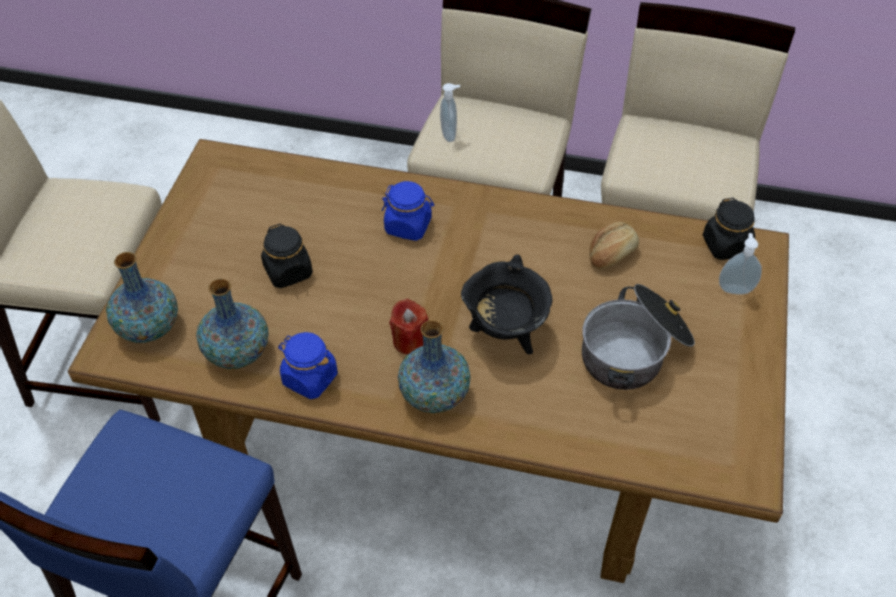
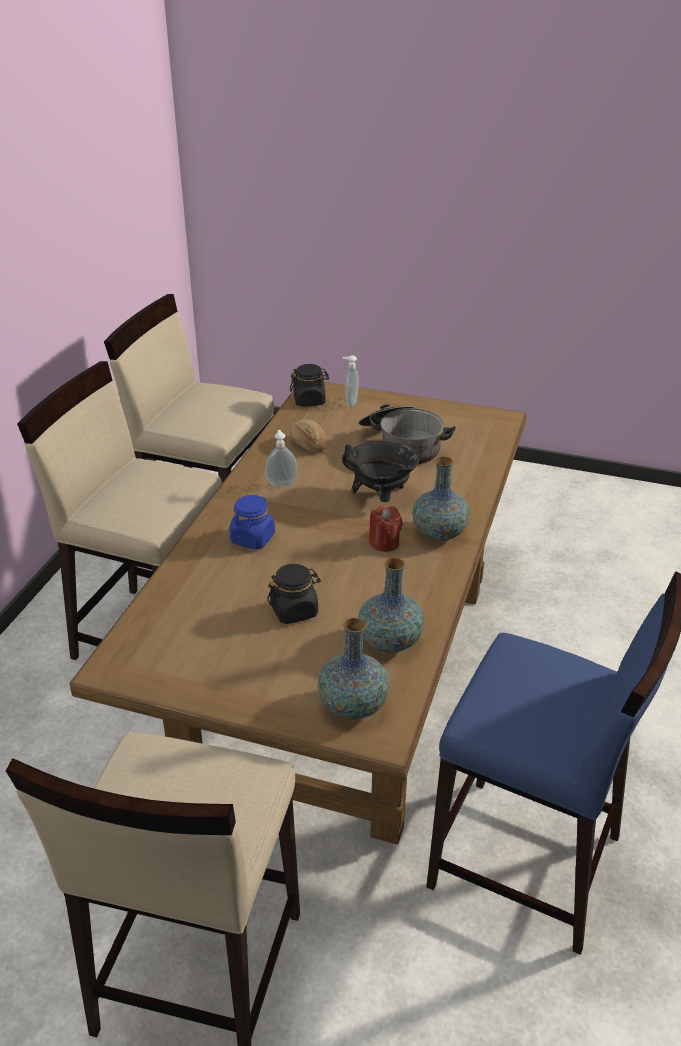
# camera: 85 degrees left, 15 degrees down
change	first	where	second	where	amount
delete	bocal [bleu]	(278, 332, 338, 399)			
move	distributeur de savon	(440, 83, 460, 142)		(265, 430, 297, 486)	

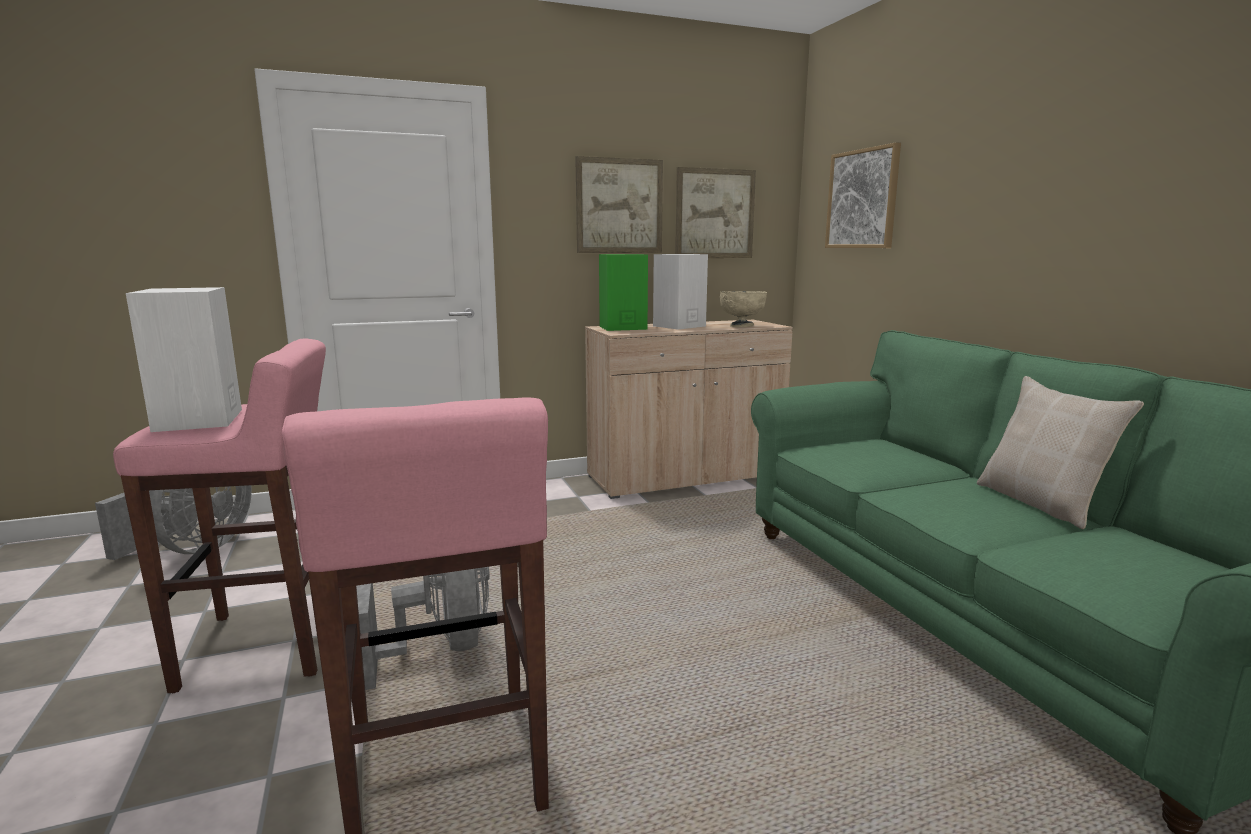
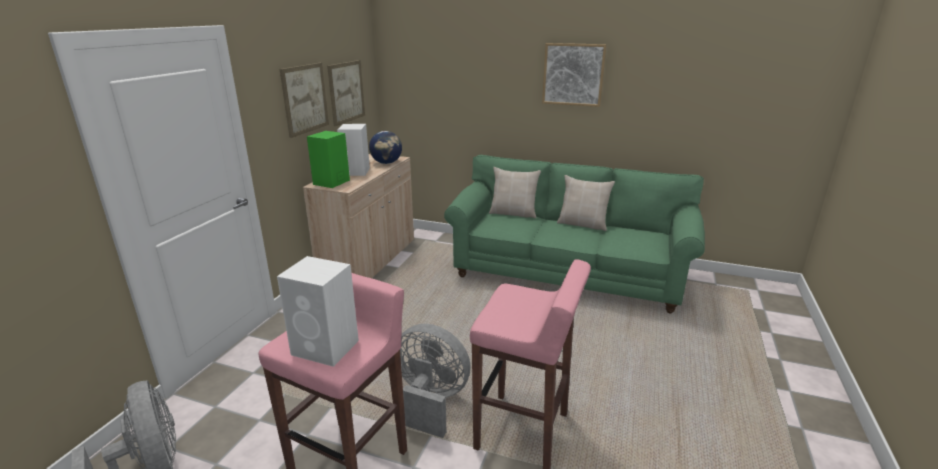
# camera: 50 degrees left, 10 degrees up
change	first	where	second	where	amount
replace	bol [beige]	(720, 291, 767, 327)	globe	(369, 131, 402, 164)	
move	tableau	(825, 142, 901, 248)		(542, 43, 607, 107)	
insert			coussin [beige]	(489, 167, 541, 218)	

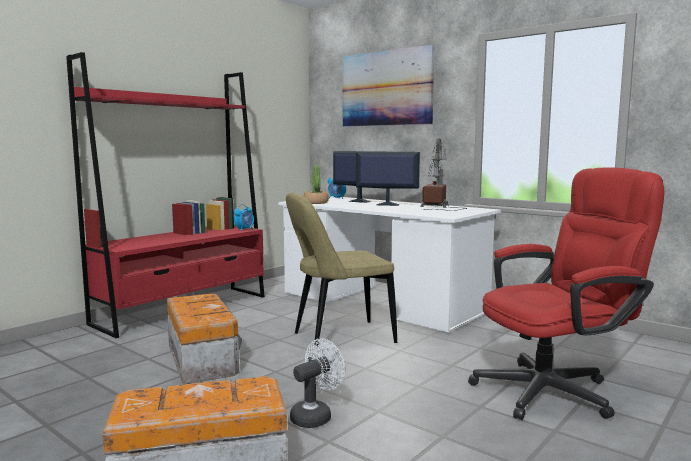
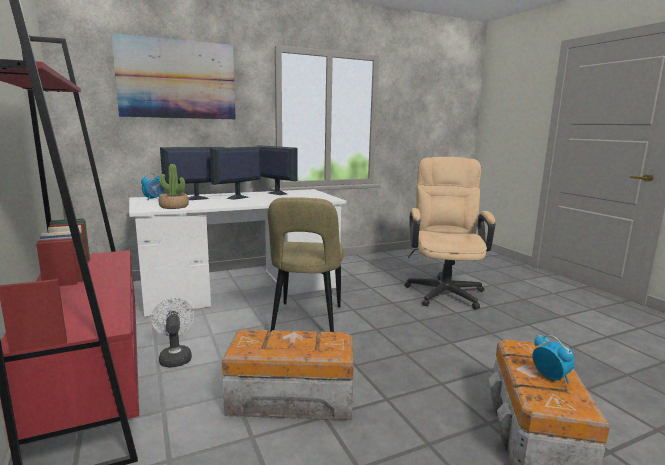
# camera: 65 degrees left, 5 degrees up
change	first	where	second	where	amount
move	réveil	(234, 204, 254, 231)		(532, 335, 574, 384)	
move	ventilateur [blanc]	(290, 338, 345, 428)		(151, 298, 194, 368)	
replace	lampe de table	(420, 138, 467, 211)	écran d'ordinateur	(257, 145, 298, 195)	
recolor	chaise de bureau [rouge]	(468, 167, 665, 420)	chaise de bureau [beige]	(404, 157, 495, 310)	

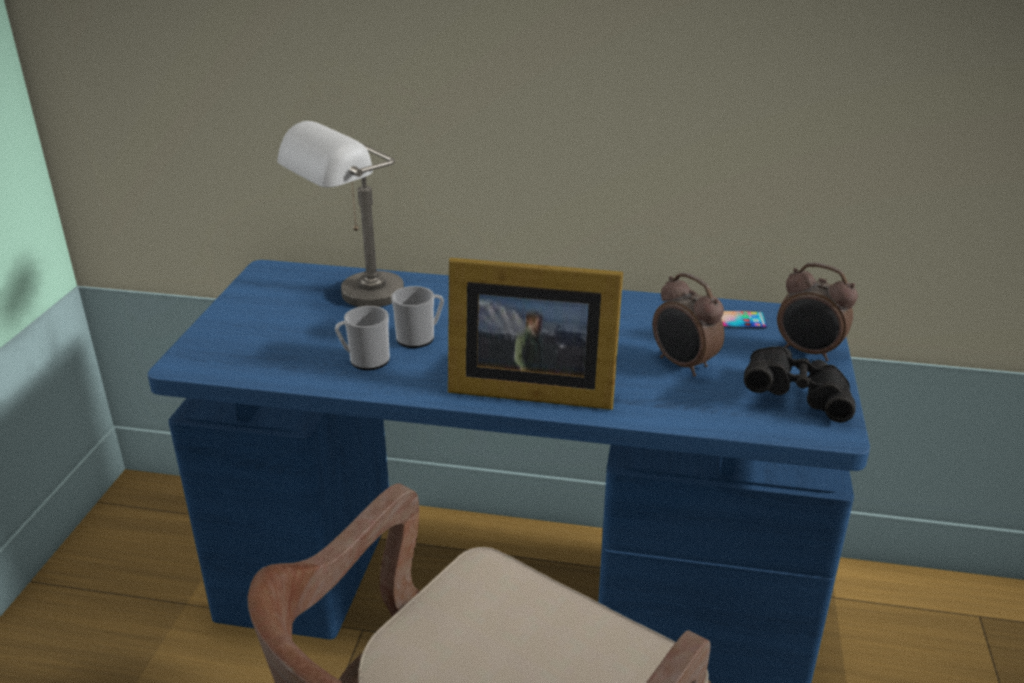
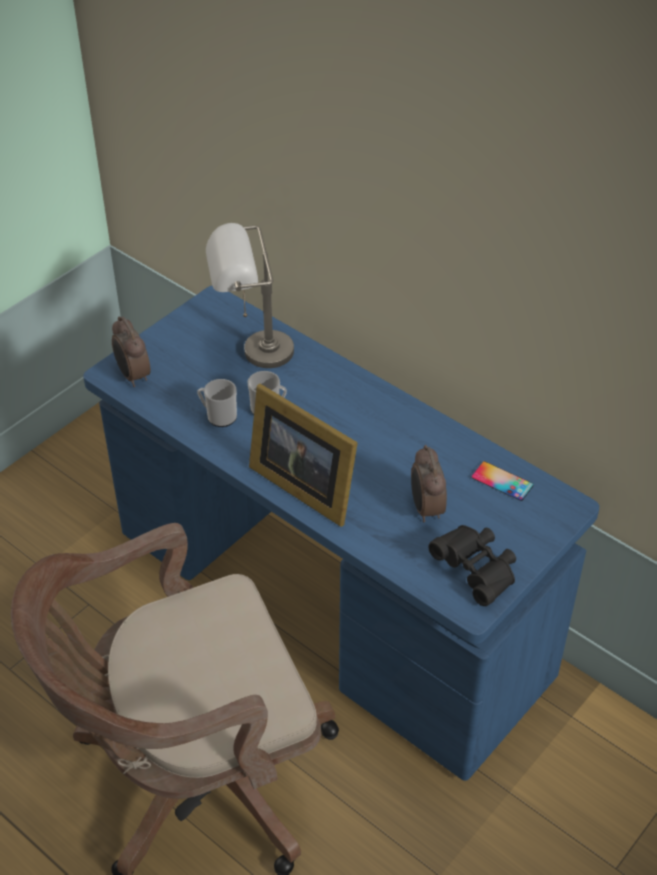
# camera: 30 degrees right, 15 degrees up
change	first	where	second	where	amount
move	réveil	(777, 263, 858, 361)		(112, 316, 151, 387)	

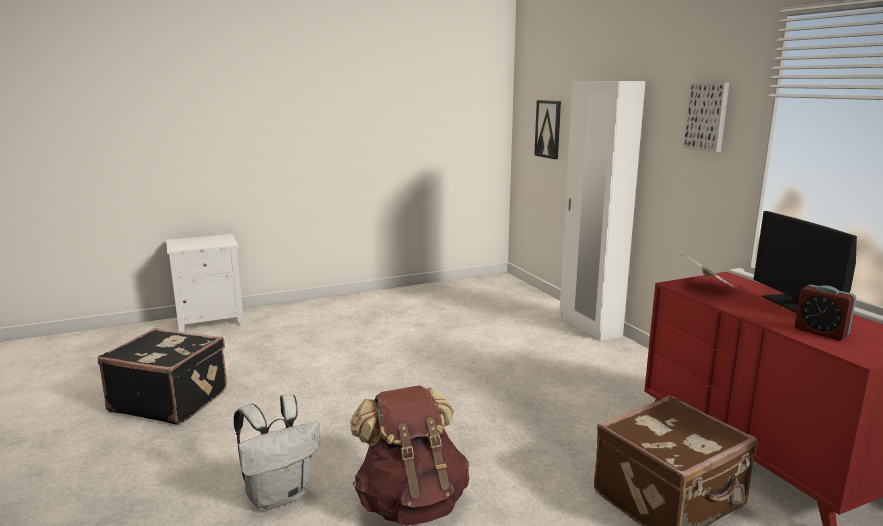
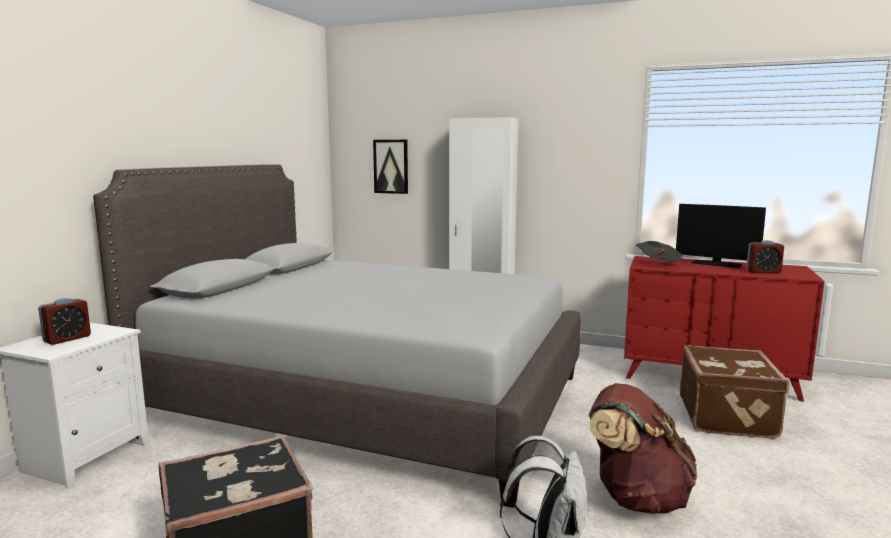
# camera: 45 degrees left, 5 degrees down
change	first	where	second	where	amount
delete	tableau	(683, 83, 729, 152)			
insert			réveil	(38, 298, 91, 345)	
insert			lit [gris]	(93, 164, 581, 508)	

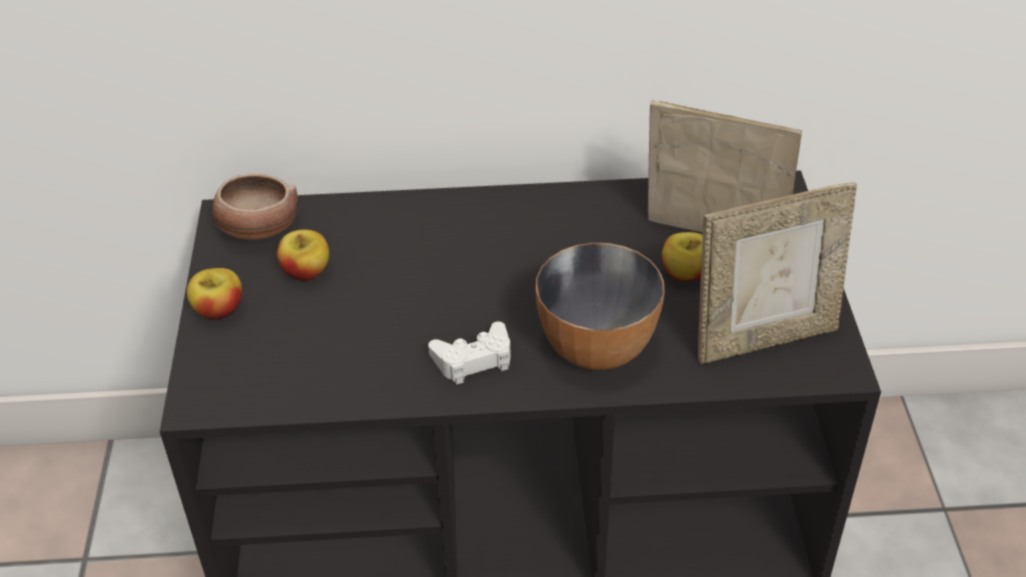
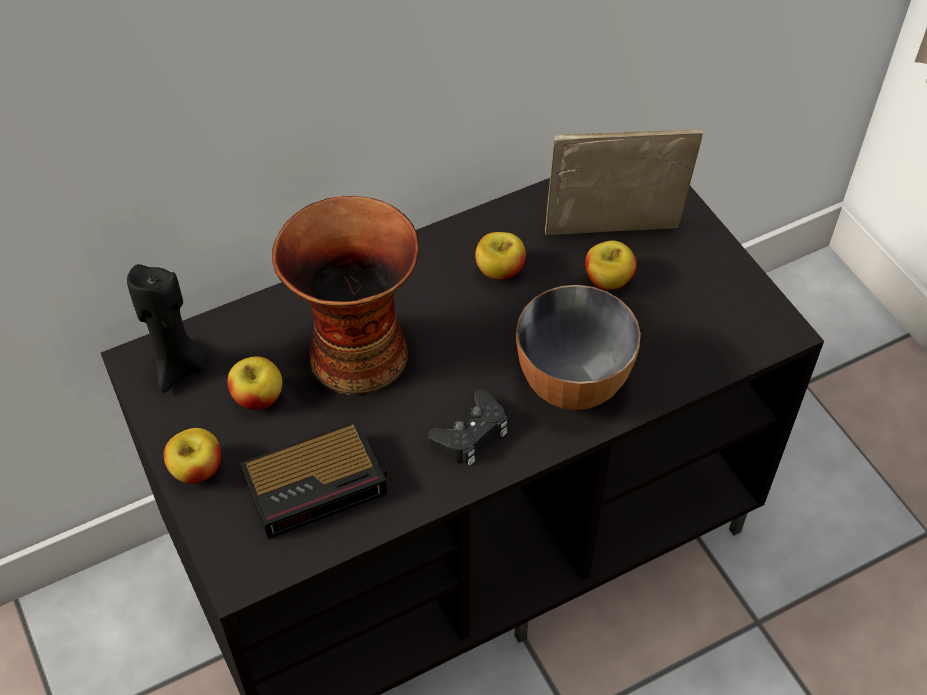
# camera: 25 degrees left, 10 degrees up
change	first	where	second	where	amount
replace	bol	(212, 174, 298, 240)	bougie [noir]	(127, 264, 208, 393)	
recolor	manette [blanc]	(428, 321, 511, 385)	manette [noir]	(428, 389, 508, 465)	
delete	cadre photo	(698, 183, 857, 364)			
insert			réveil	(240, 420, 387, 539)	
insert			vase	(272, 196, 420, 395)	
insert			pomme	(475, 232, 526, 280)	

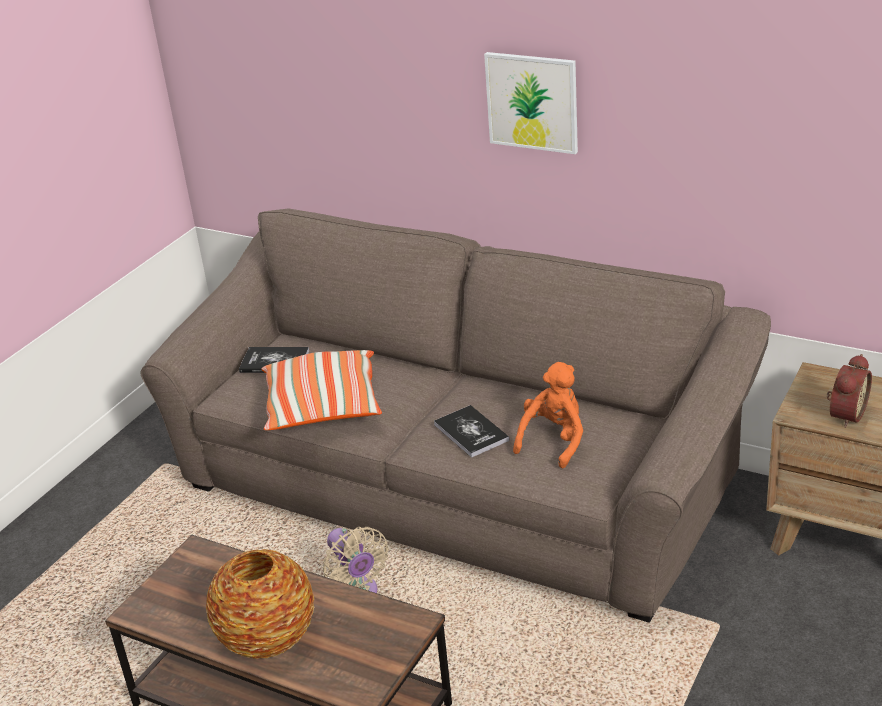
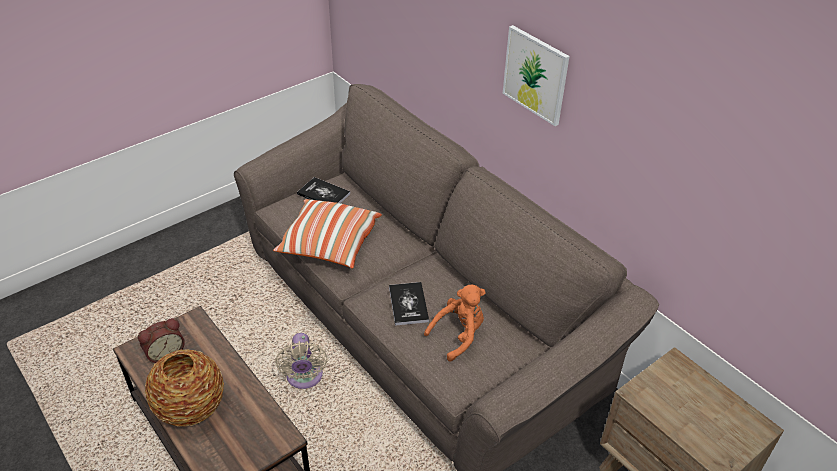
# camera: 20 degrees right, 10 degrees up
change	first	where	second	where	amount
move	réveil	(827, 354, 872, 428)		(138, 318, 185, 363)	

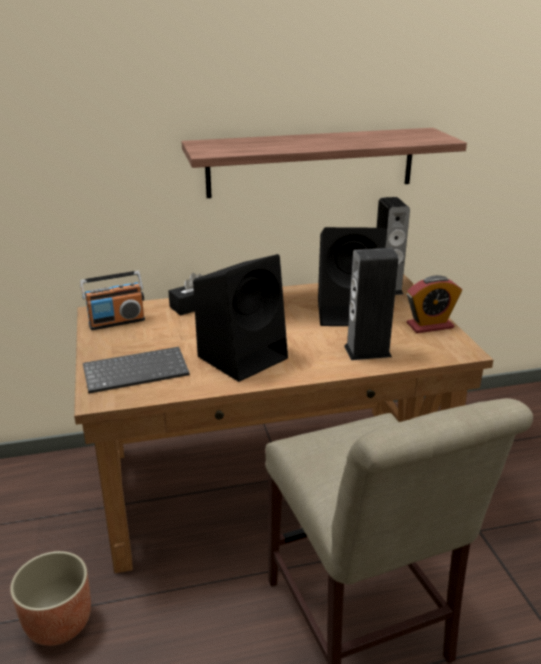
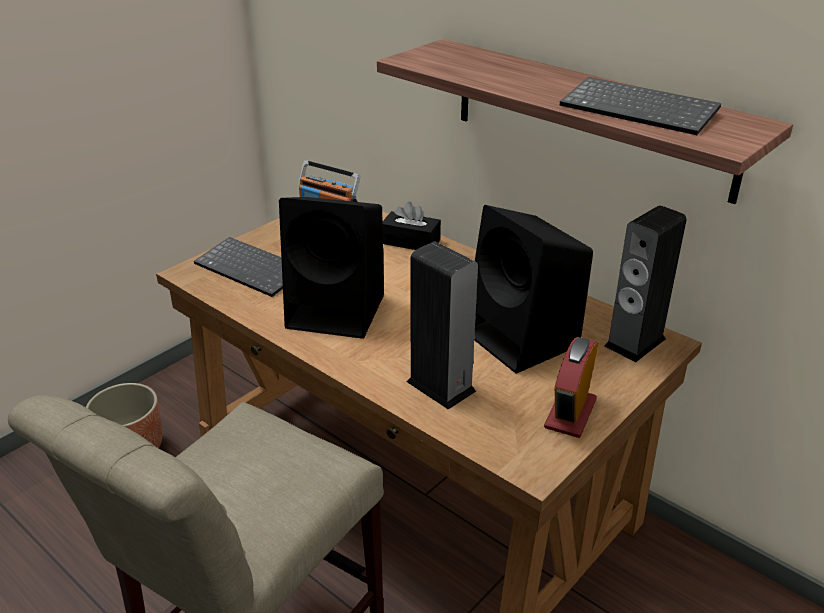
# camera: 55 degrees right, 5 degrees up
change	first	where	second	where	amount
rotate	réveil	(407, 275, 462, 333)		(544, 337, 598, 438)	75 degrees clockwise
insert			clavier	(560, 77, 721, 135)	

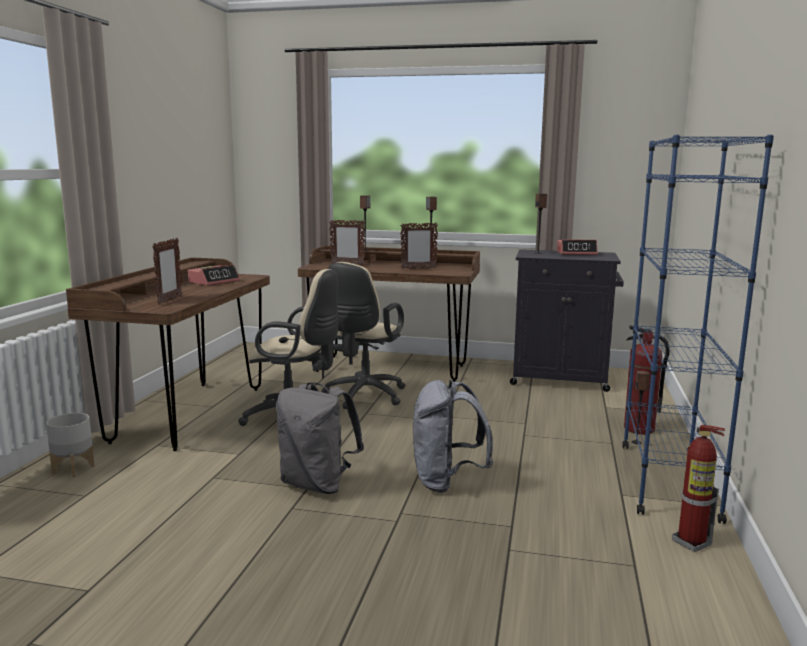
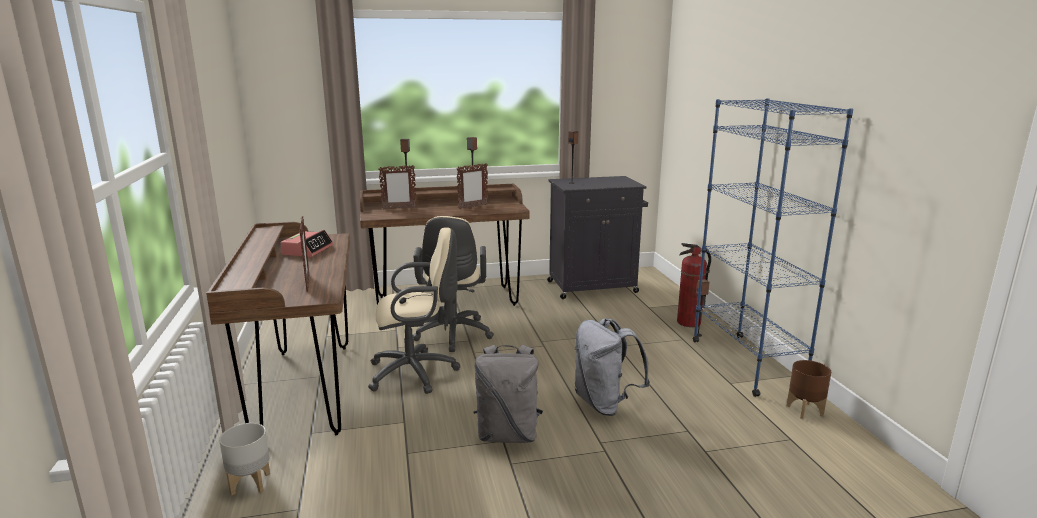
# camera: 25 degrees left, 5 degrees up
change	first	where	second	where	amount
delete	réveil	(557, 239, 598, 255)			
replace	extincteur	(672, 425, 725, 552)	cache-pot [marron]	(787, 360, 831, 419)	

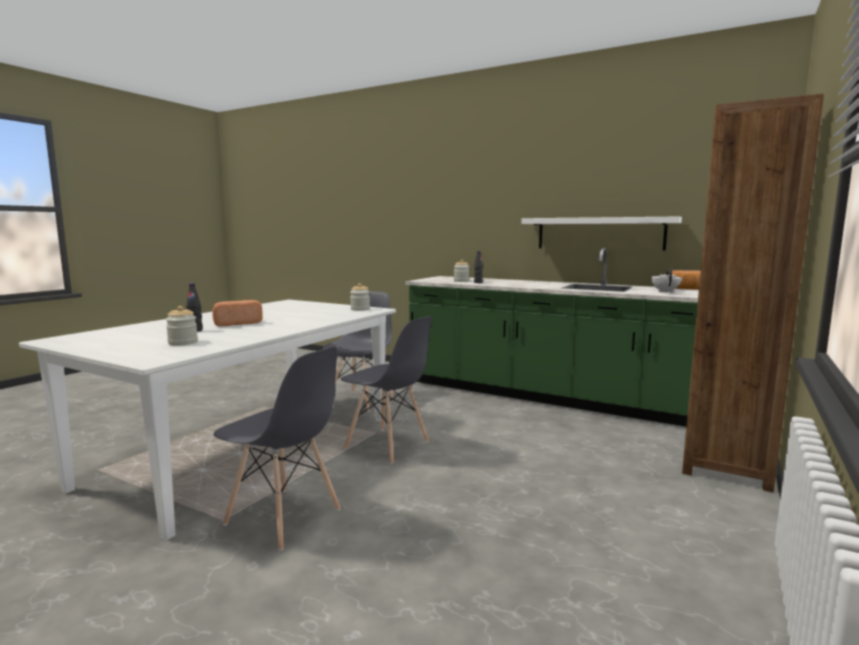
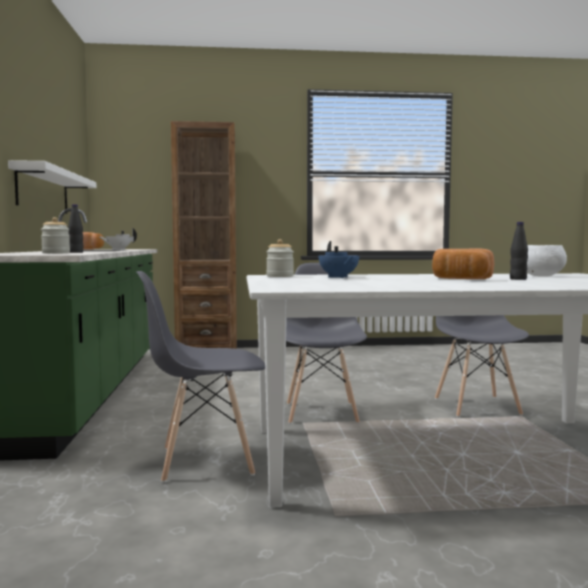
# camera: 125 degrees left, 5 degrees down
change	first	where	second	where	amount
replace	bocal	(166, 306, 198, 346)	bol [blanc]	(527, 245, 567, 277)	
insert			théière [bleu]	(318, 241, 359, 278)	

